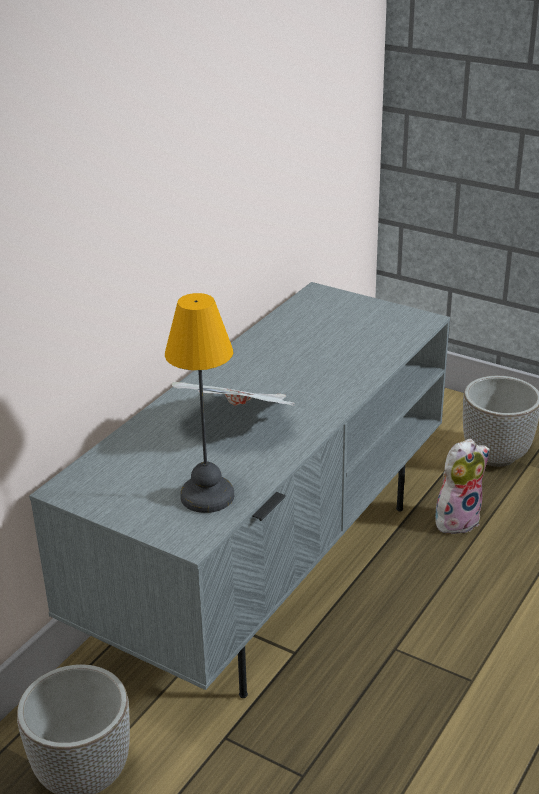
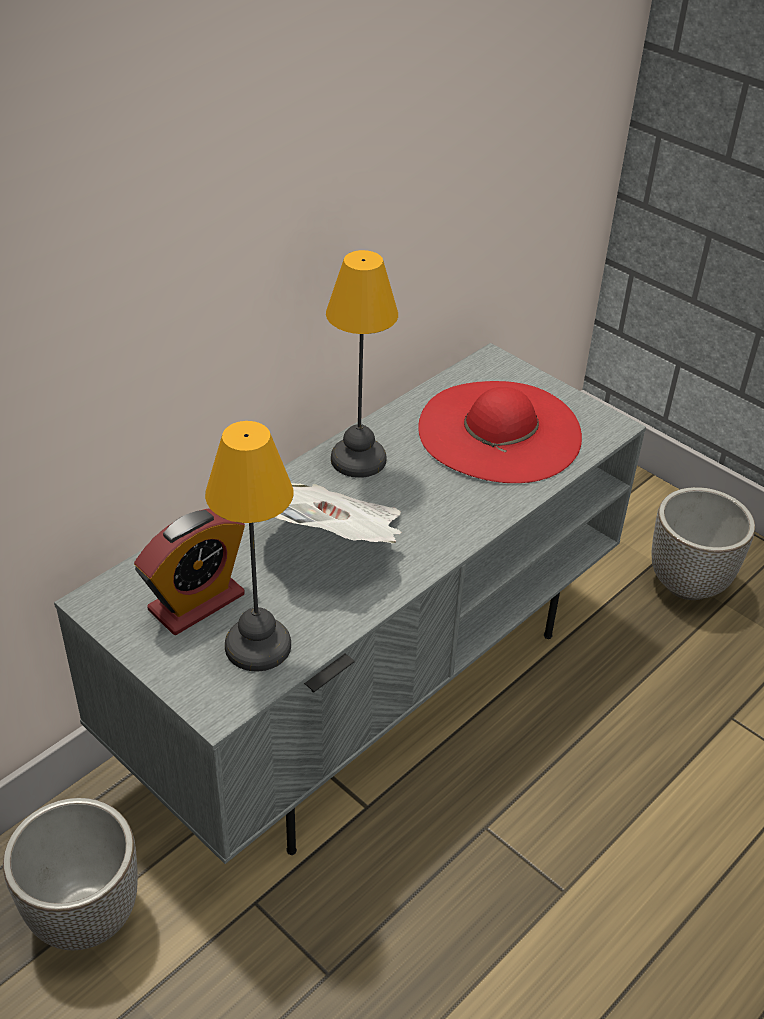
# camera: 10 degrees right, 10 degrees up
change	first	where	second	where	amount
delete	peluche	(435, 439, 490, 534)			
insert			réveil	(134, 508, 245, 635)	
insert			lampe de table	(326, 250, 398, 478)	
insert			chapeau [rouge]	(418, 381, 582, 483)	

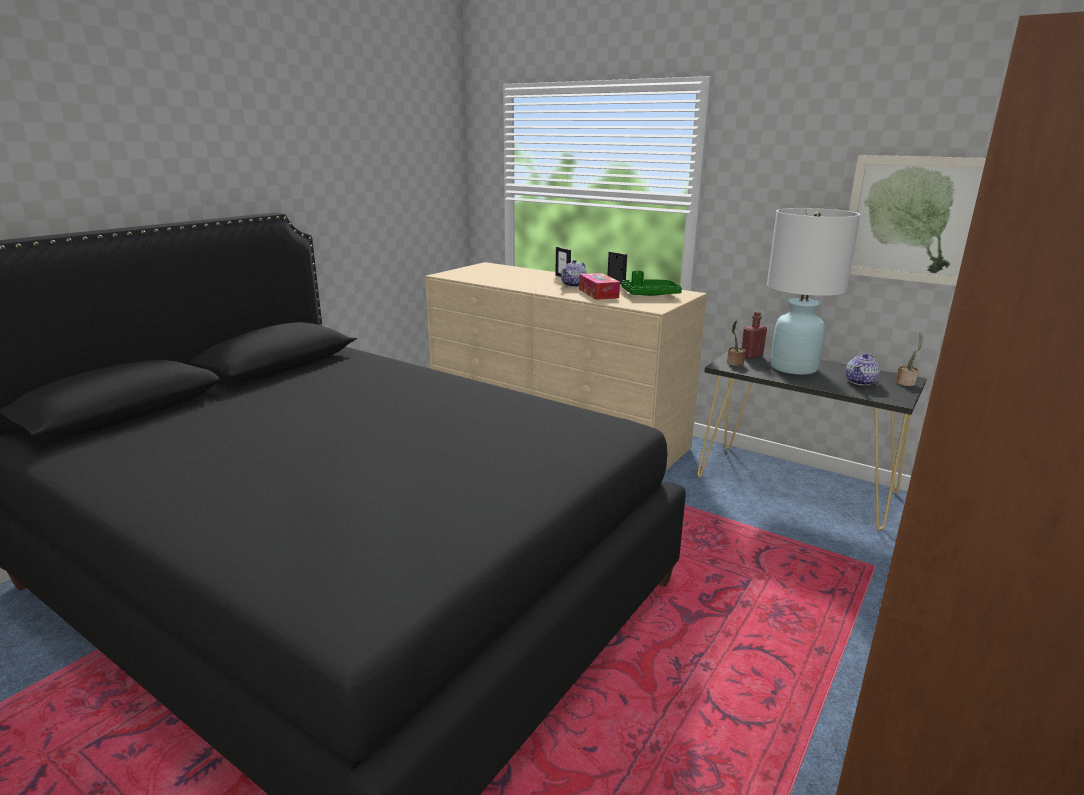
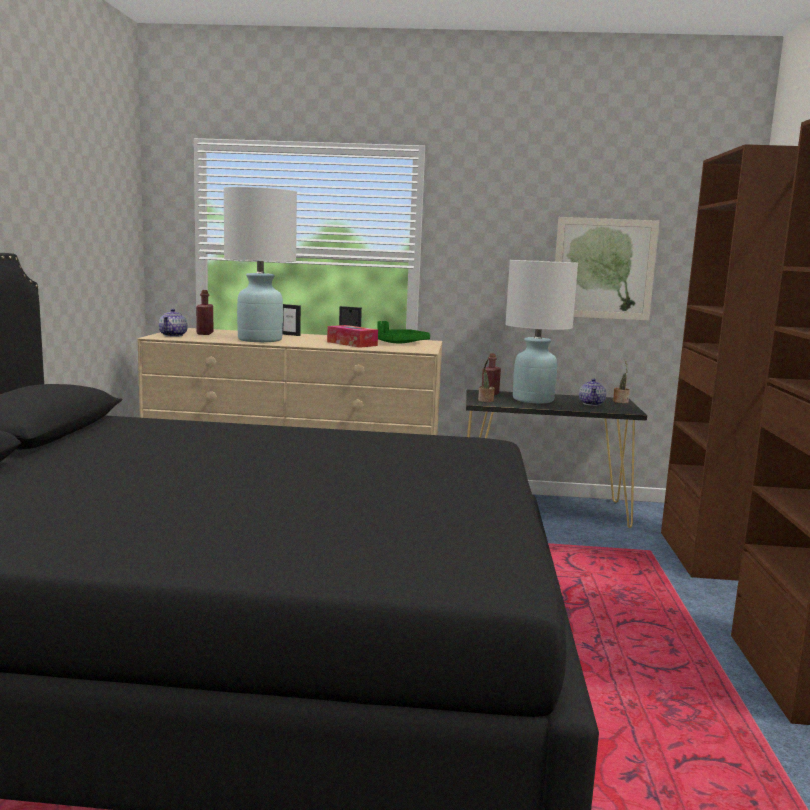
# camera: 30 degrees left, 10 degrees down
change	first	where	second	where	amount
move	théière	(561, 260, 587, 287)		(159, 309, 188, 337)	
insert			bouteille [rouge]	(196, 290, 213, 335)	
insert			lampe de table [blanc]	(224, 187, 297, 342)	

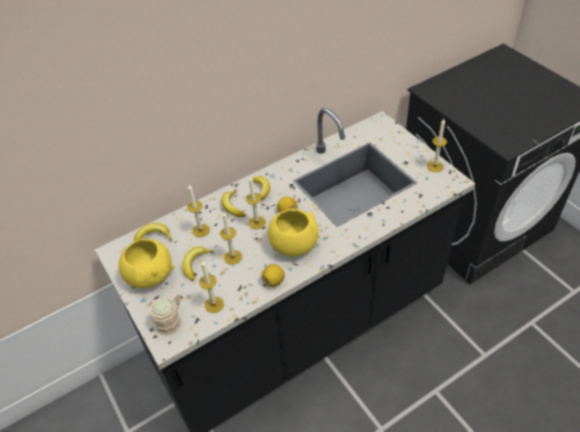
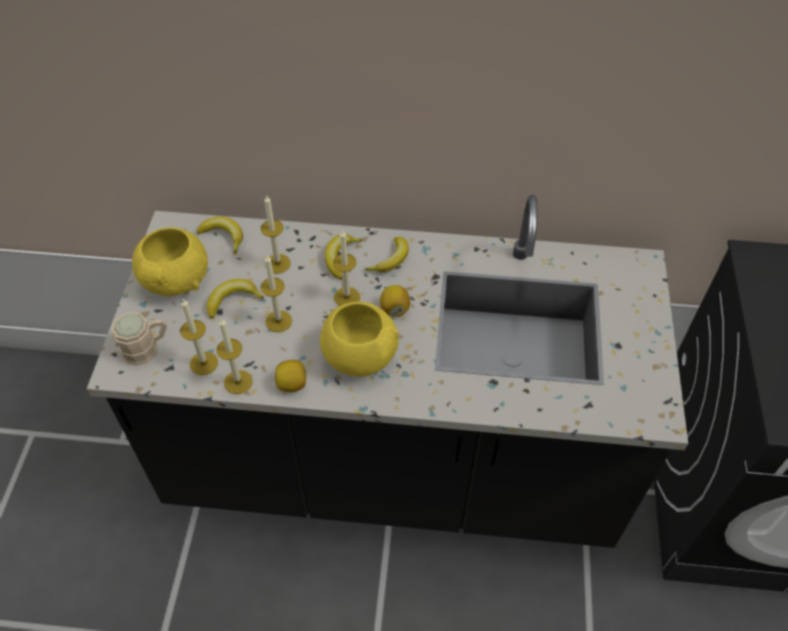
# camera: 35 degrees right, 5 degrees up
change	first	where	second	where	amount
move	bougie	(427, 119, 447, 172)		(217, 319, 253, 394)	

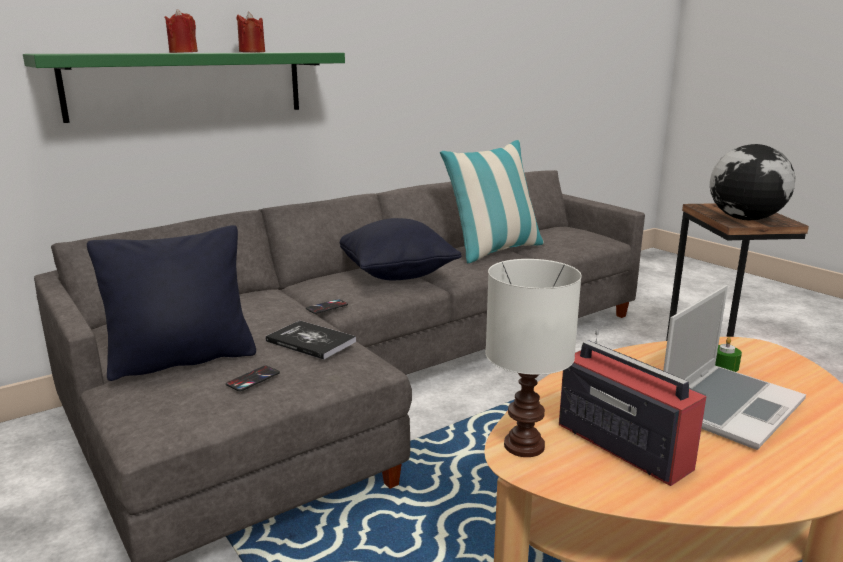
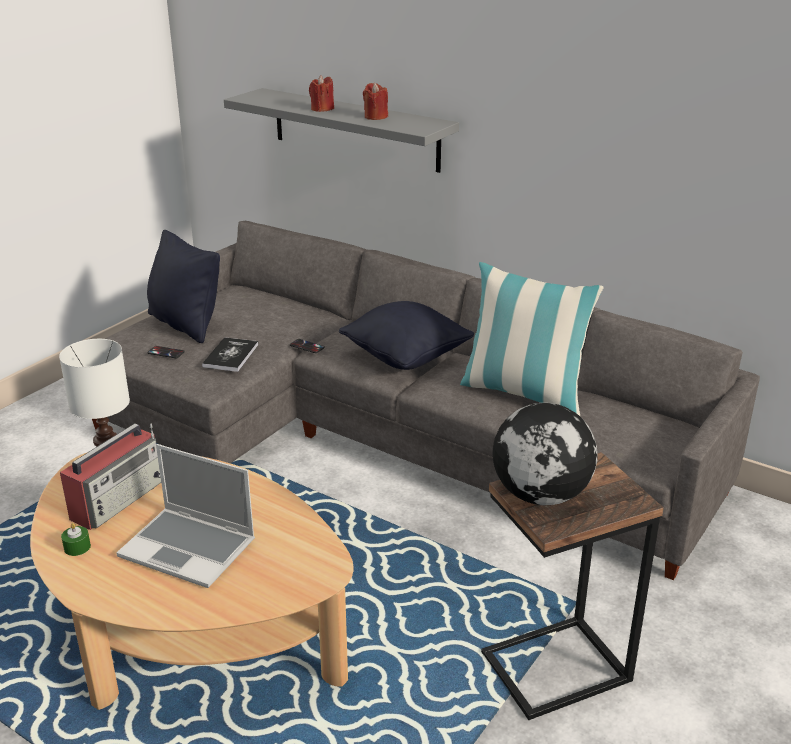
# camera: 70 degrees right, 10 degrees up
change	first	where	second	where	amount
recolor	étagère [vert]	(23, 52, 345, 123)	étagère [gris]	(224, 88, 459, 173)	
move	bougie [vert]	(715, 337, 742, 372)		(61, 523, 91, 556)	

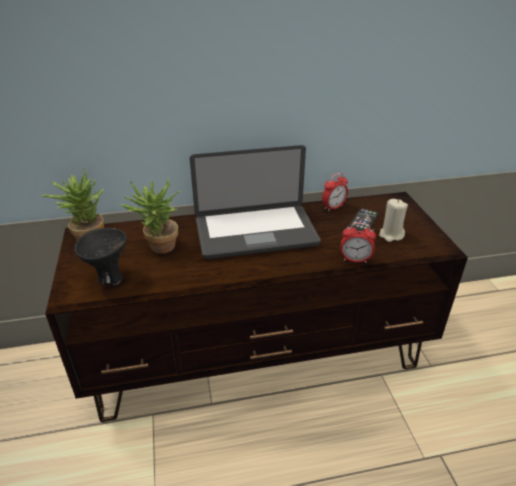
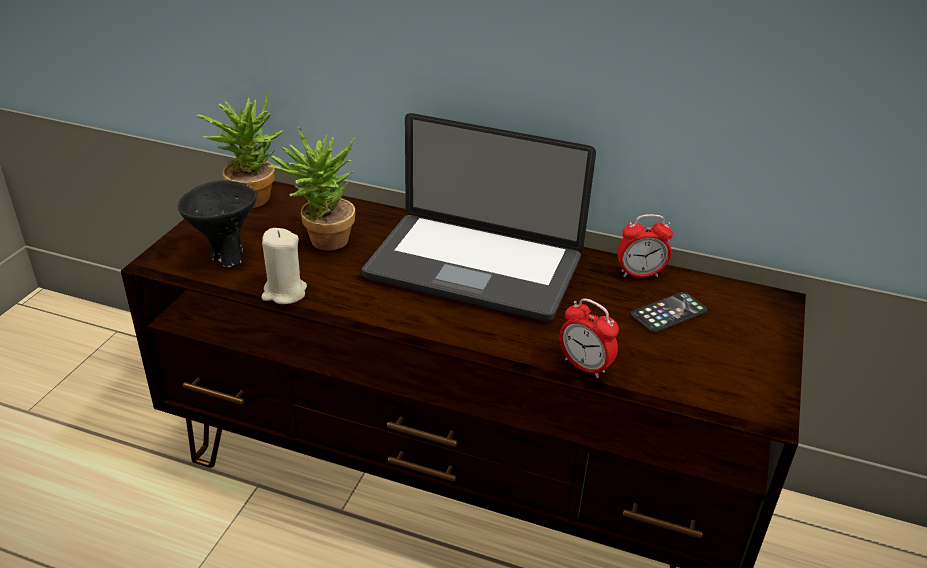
# camera: 30 degrees right, 0 degrees up
change	first	where	second	where	amount
move	bougie [beige]	(379, 199, 408, 242)		(261, 228, 307, 304)	

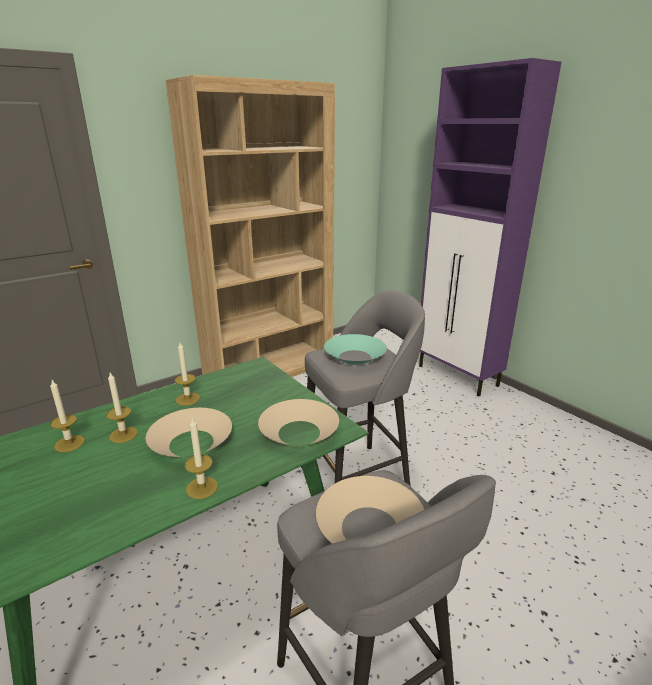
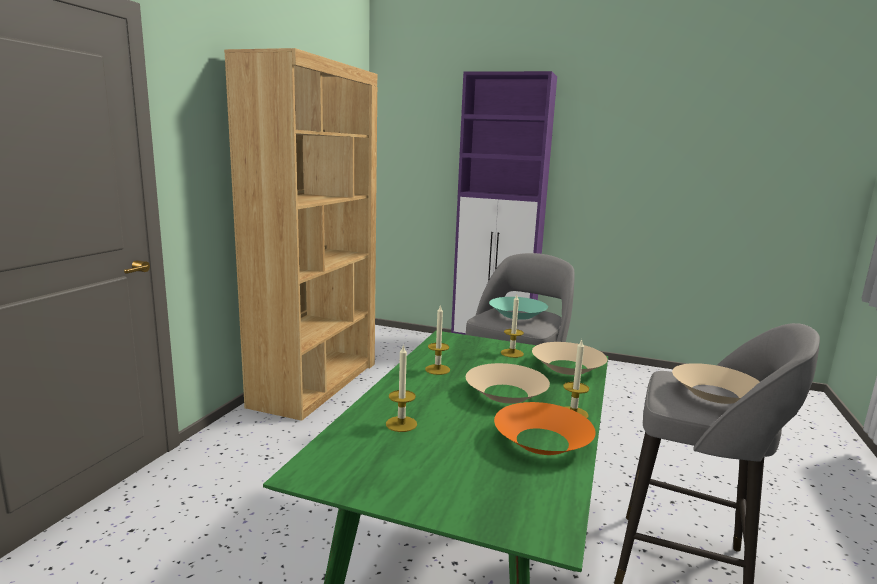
# camera: 35 degrees left, 10 degrees down
change	first	where	second	where	amount
move	bougie	(106, 373, 138, 443)		(501, 295, 524, 358)	
insert			bol [orange]	(494, 402, 596, 455)	

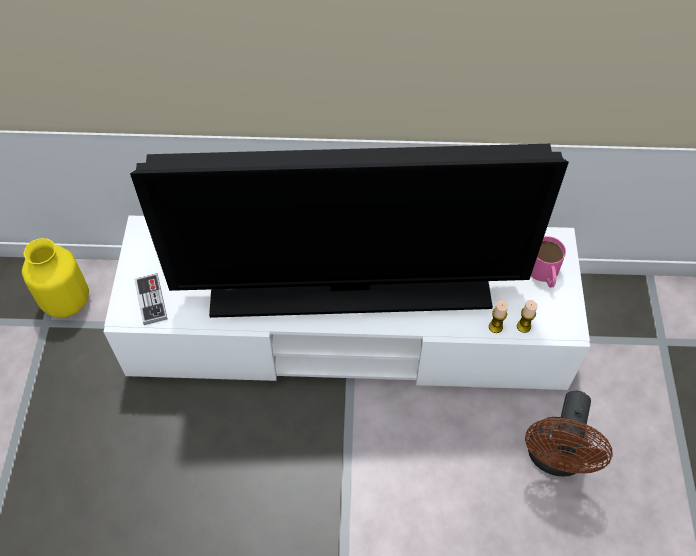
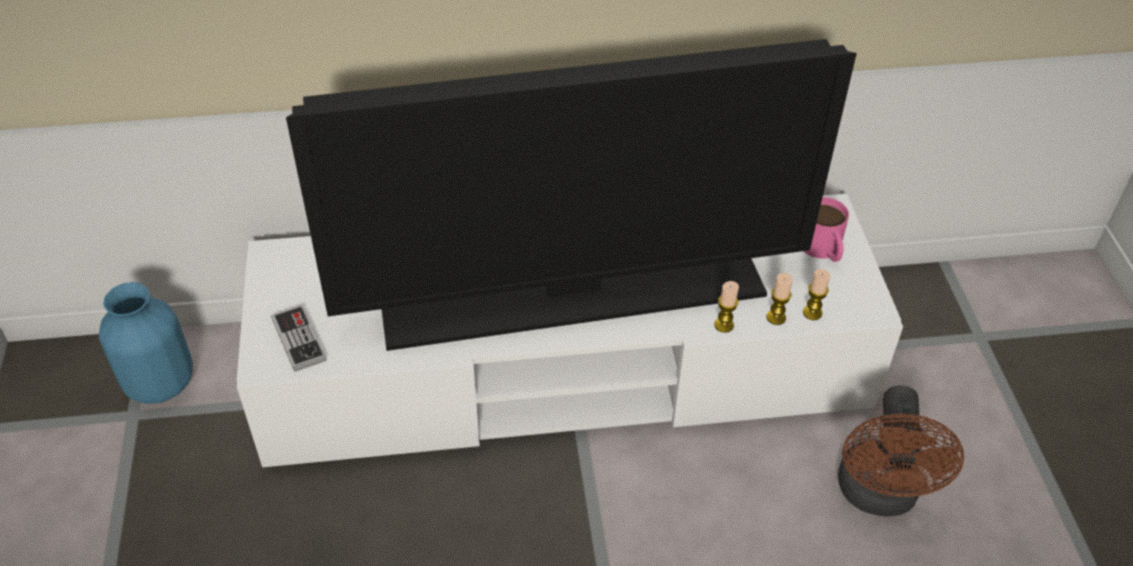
# camera: 10 degrees left, 10 degrees down
change	first	where	second	where	amount
recolor	vase [jaune]	(22, 238, 89, 317)	vase [bleu]	(99, 282, 193, 404)	
insert			bougie	(714, 281, 739, 333)	

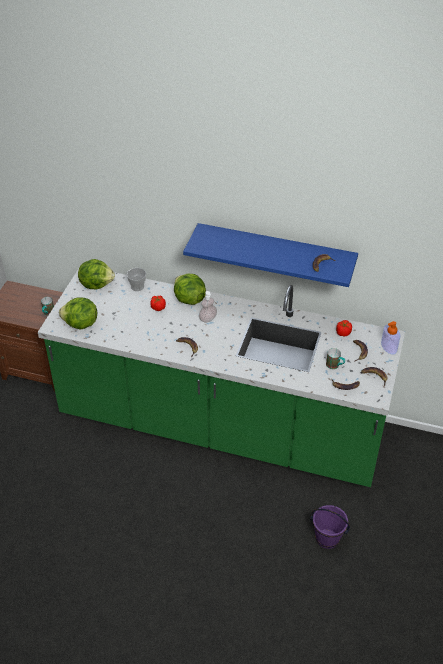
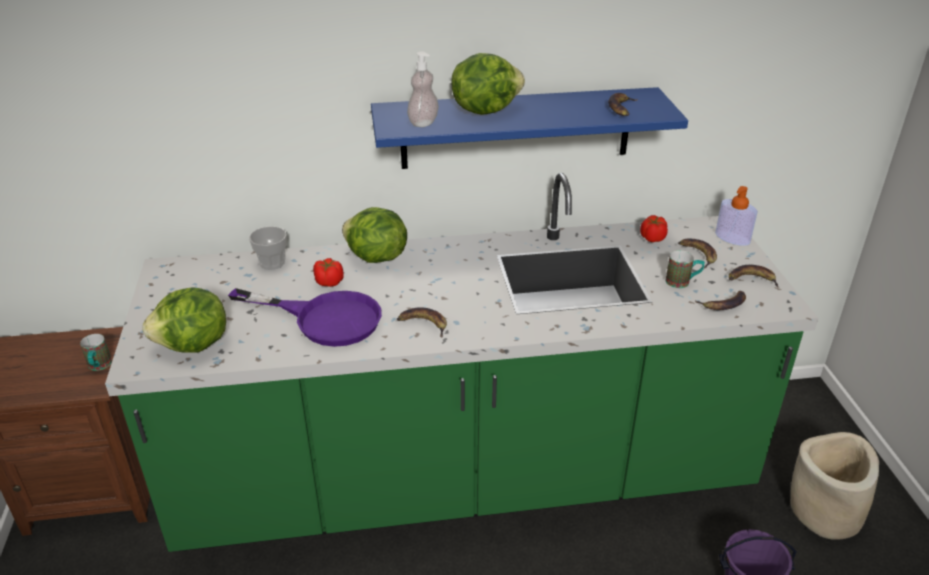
# camera: 25 degrees left, 10 degrees down
change	first	where	second	where	amount
move	laitue	(78, 259, 115, 289)		(451, 53, 525, 115)	
move	distributeur de savon	(199, 291, 217, 323)		(407, 51, 439, 127)	
insert			poêle [violet]	(228, 288, 382, 347)	
insert			cache-pot [beige]	(790, 432, 879, 540)	

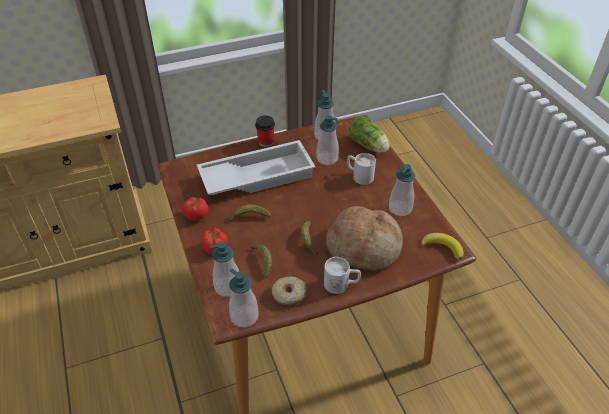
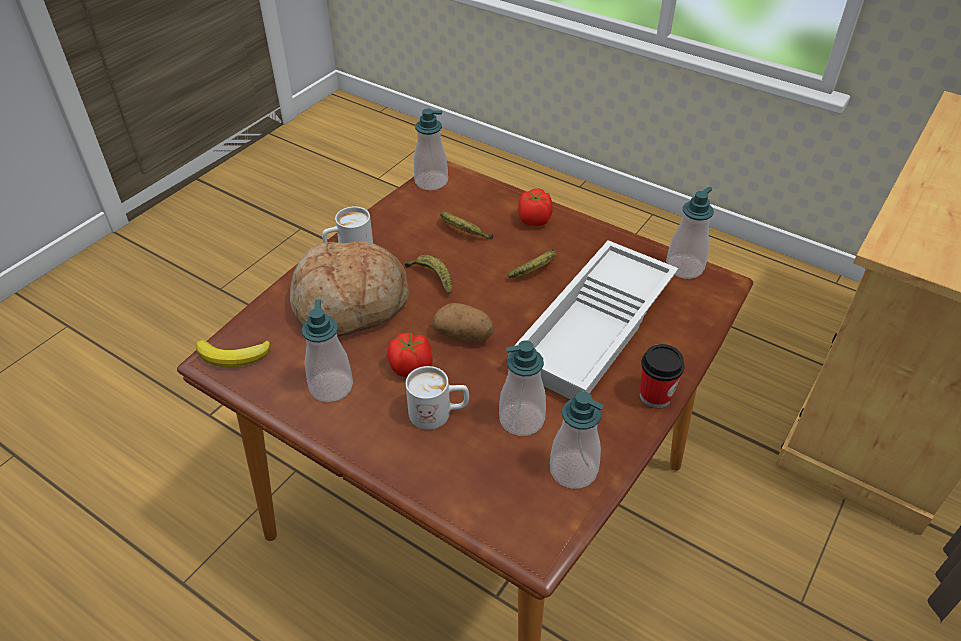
# camera: 145 degrees right, 0 degrees up
change	first	where	second	where	amount
move	tomate	(182, 197, 209, 221)		(387, 332, 433, 377)	
move	distributeur de savon	(210, 242, 239, 297)		(666, 187, 714, 279)	
delete	beignet	(272, 277, 307, 305)			
delete	laitue	(349, 117, 389, 153)			
insert			pomme de terre	(432, 303, 493, 343)	

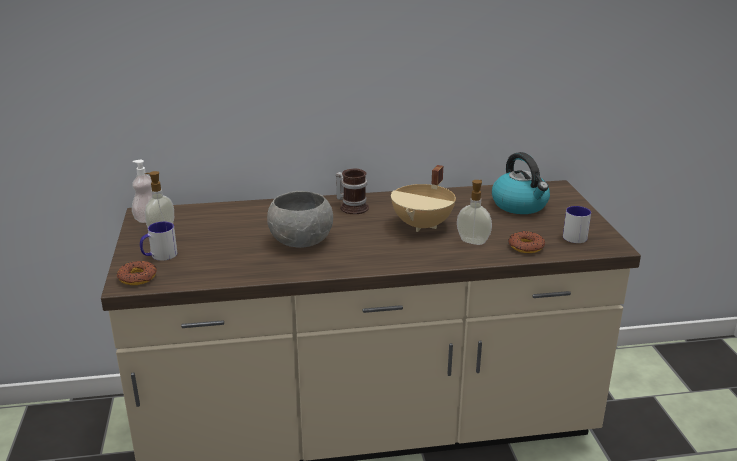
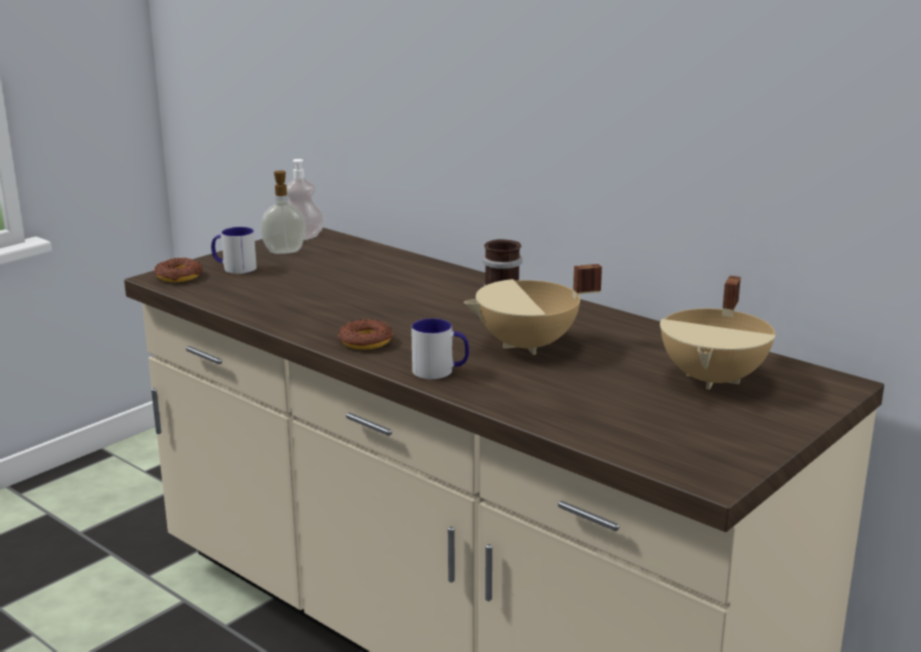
# camera: 50 degrees right, 5 degrees down
change	first	where	second	where	amount
delete	bol [gris]	(267, 191, 333, 248)			
delete	distributeur de savon	(457, 180, 492, 245)			
replace	bouilloire	(492, 152, 550, 214)	marmite [beige]	(660, 276, 776, 390)	
move	beignet	(508, 231, 545, 253)		(338, 319, 393, 349)	
move	mug	(563, 206, 591, 243)		(411, 318, 469, 379)	

